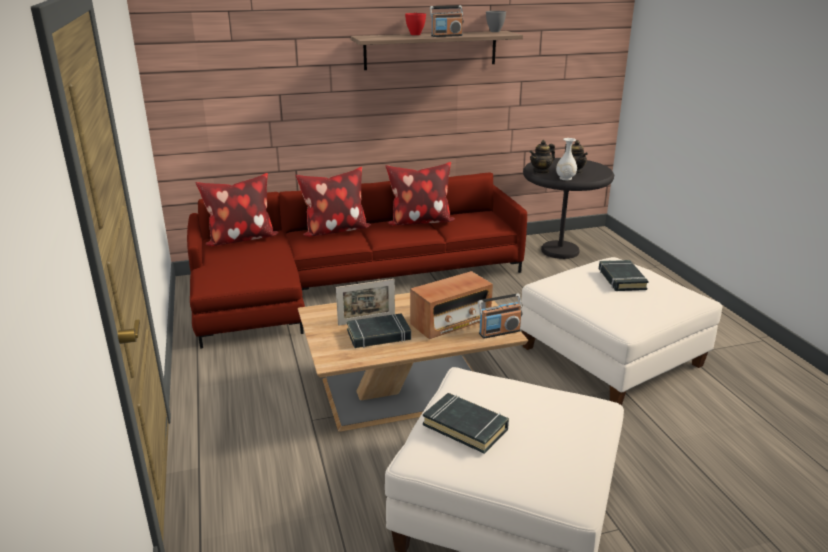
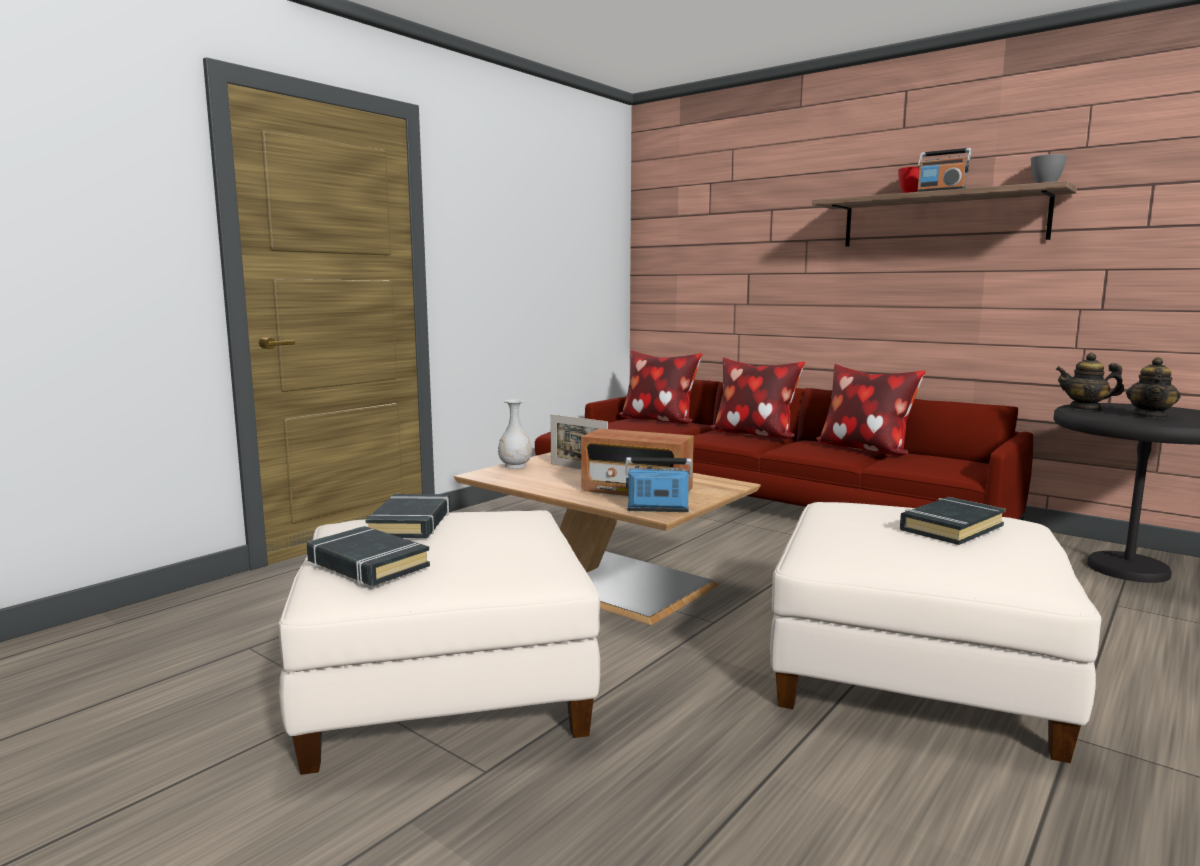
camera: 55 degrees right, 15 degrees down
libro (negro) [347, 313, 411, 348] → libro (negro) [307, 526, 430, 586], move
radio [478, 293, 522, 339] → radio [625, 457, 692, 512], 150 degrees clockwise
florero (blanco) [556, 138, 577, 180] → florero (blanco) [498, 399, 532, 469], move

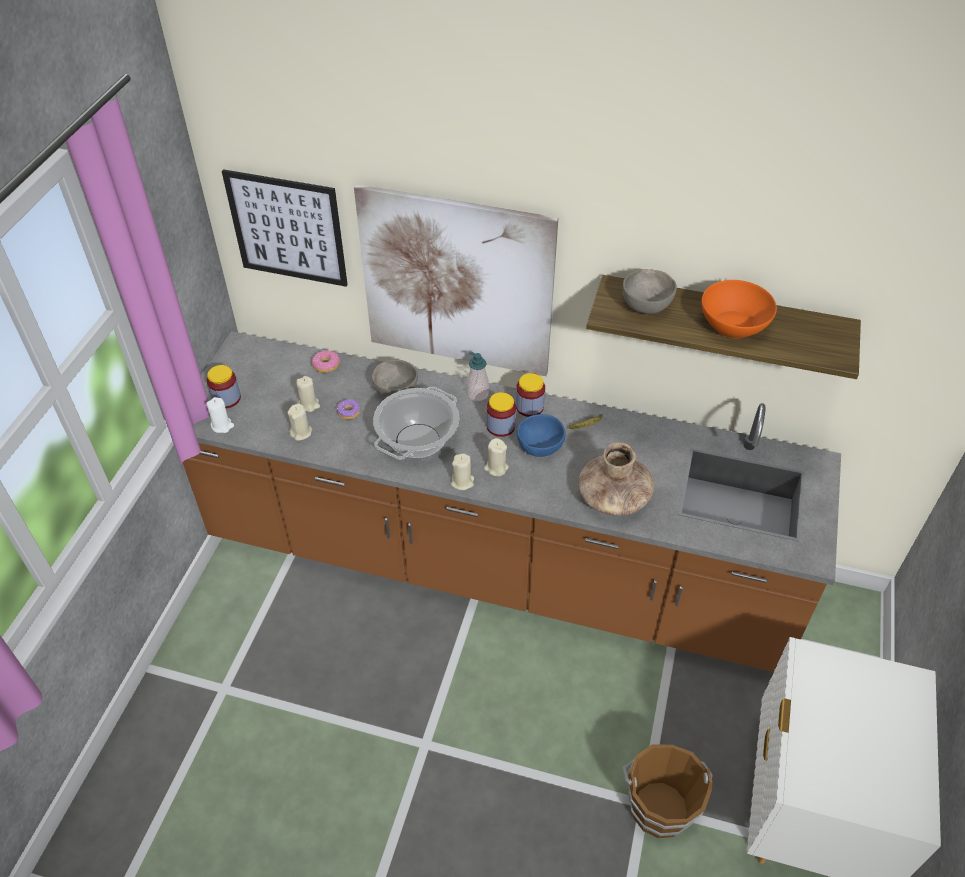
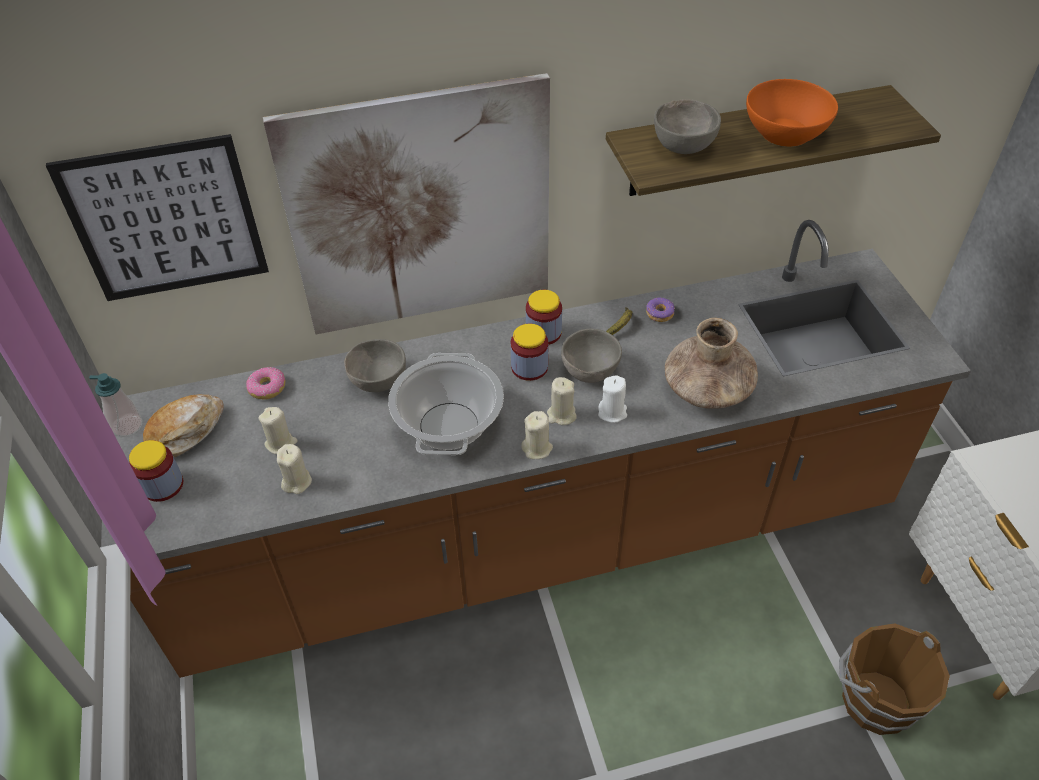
camera: 30 degrees left, 0 degrees up
vela (blanco) [206, 397, 234, 433] → vela (blanco) [598, 375, 627, 423], move
rosquilla [337, 399, 360, 419] → rosquilla [646, 298, 675, 322], move
dispensador de jabón [467, 351, 489, 401] → dispensador de jabón [89, 373, 142, 437], move
cuenco (azul) [517, 414, 566, 457] → cuenco (gris) [561, 329, 622, 383]
- → pan [143, 394, 224, 457]

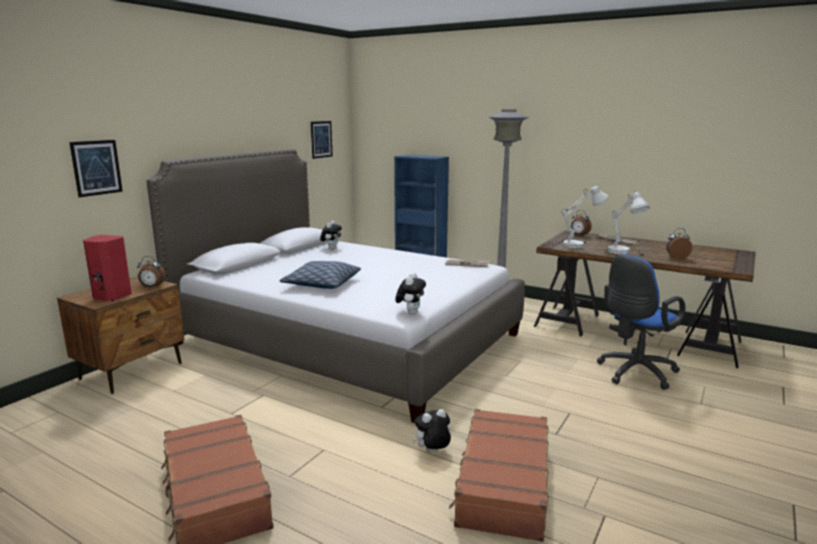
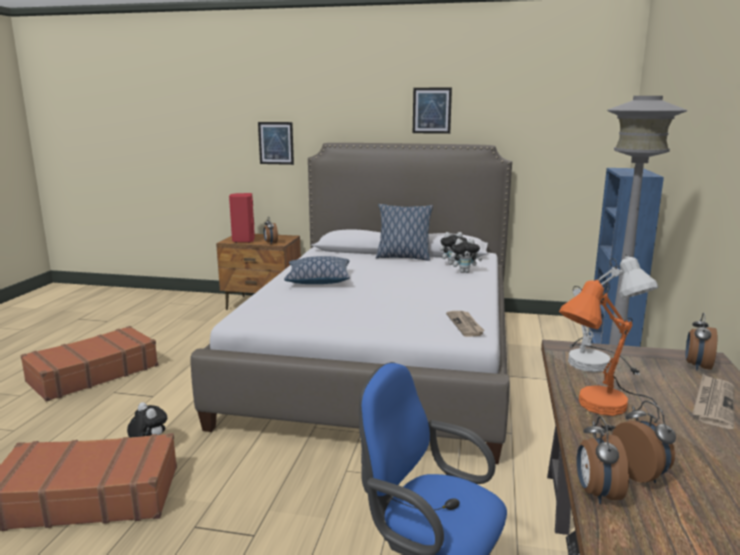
camera: 70 degrees right, 0 degrees up
cuadro [311, 121, 333, 159] → cuadro [413, 88, 452, 134], move
peluche [395, 273, 426, 315] → peluche [451, 238, 482, 273], move
lámpara de mesa (blanco) [608, 191, 650, 256] → lámpara de mesa (naranja) [559, 277, 660, 431]
- → cojín [376, 204, 433, 261]
- → despertador [577, 416, 629, 504]

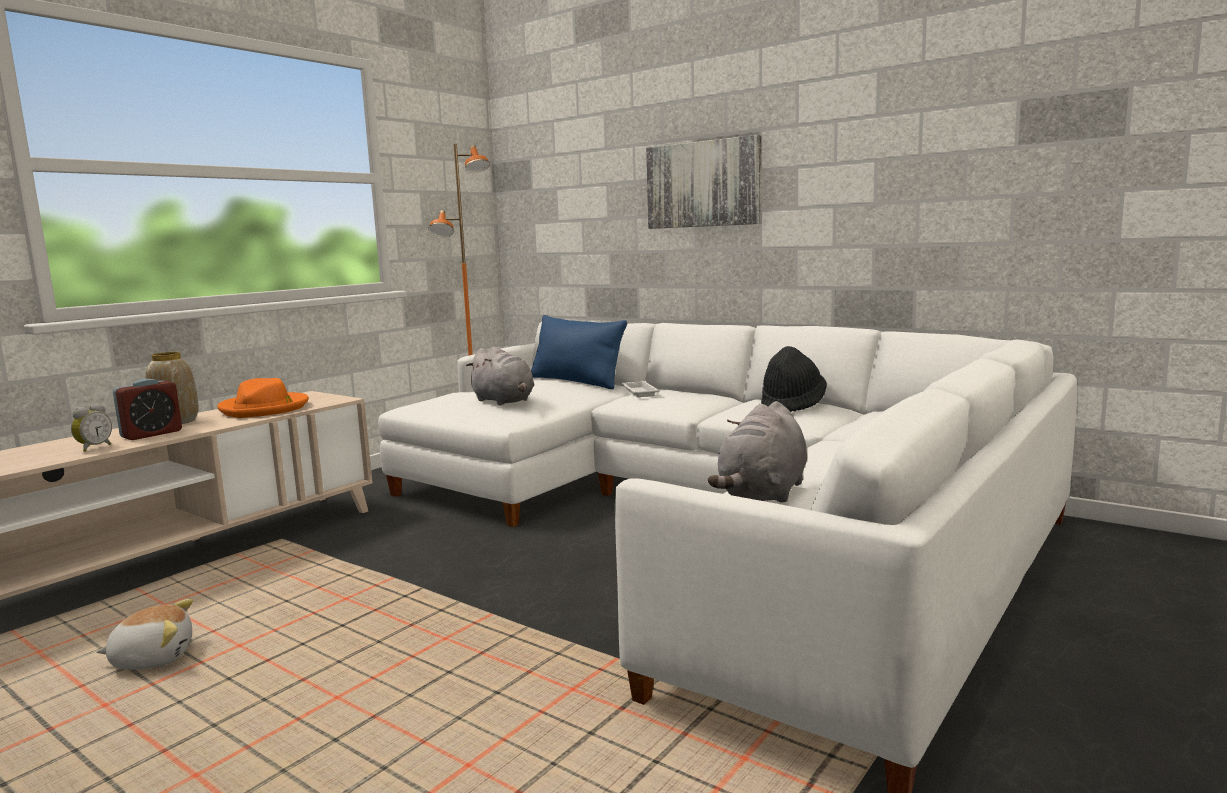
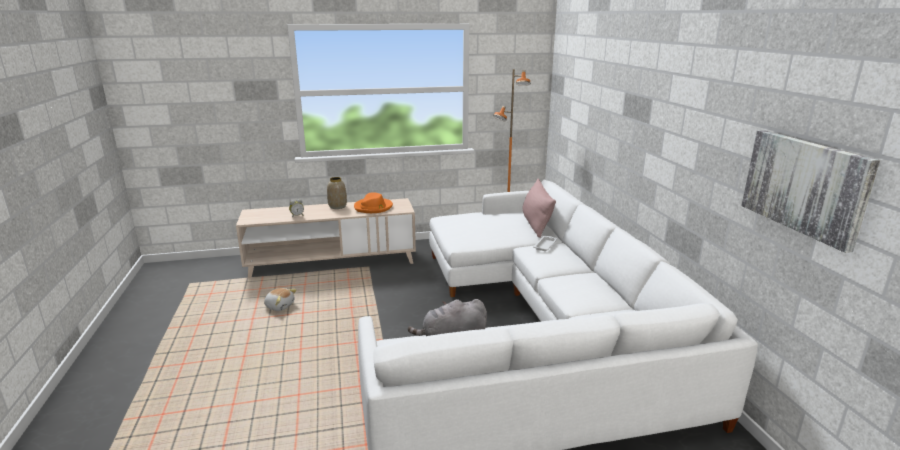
camera: 40 degrees right, 10 degrees up
despertador [113, 379, 182, 440] → -
peluche (gris) [466, 347, 534, 405] → -
cojín (azul) [531, 315, 627, 389] → cojín (rosa) [523, 179, 556, 238]
cuadro [646, 135, 762, 229] → cuadro [741, 130, 880, 253], move
sombrero (negro) [761, 346, 827, 412] → -

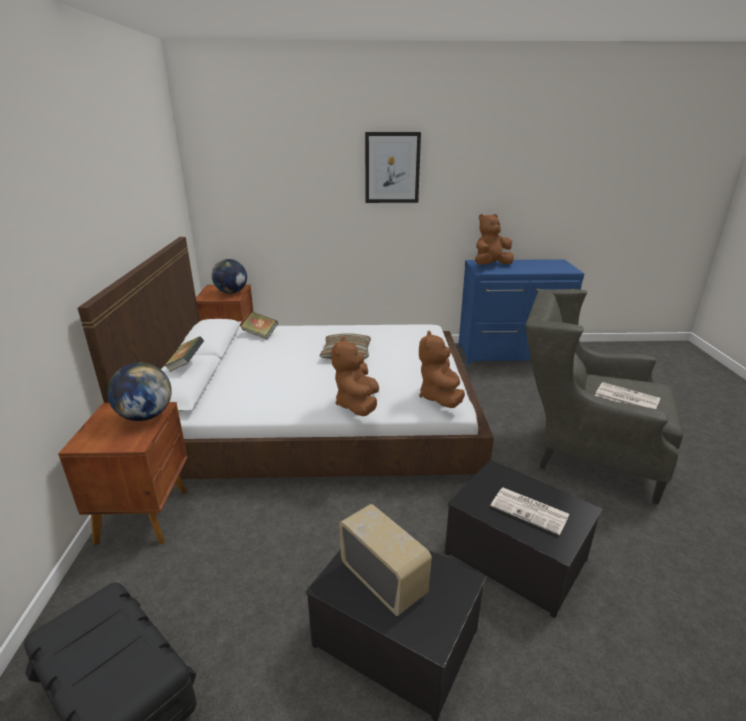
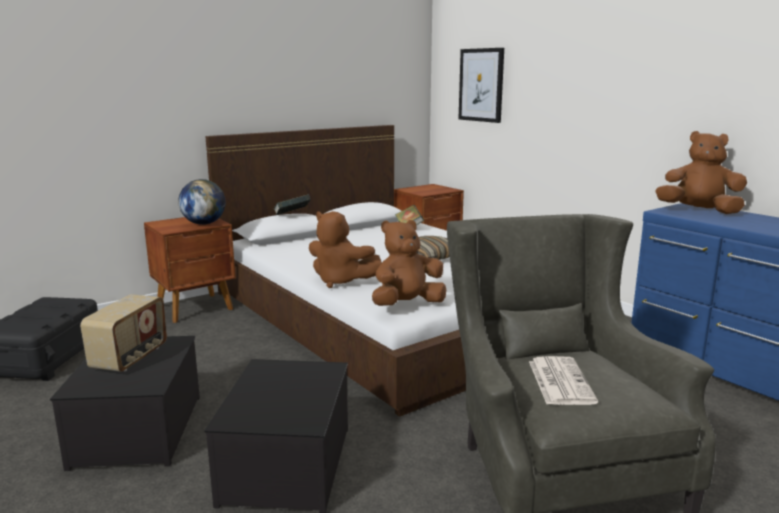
camera: 55 degrees right, 10 degrees down
globo terráqueo [212, 259, 247, 294] → -
peluche (marrón) [331, 336, 379, 416] → peluche (marrón) [309, 211, 382, 288], 120 degrees counterclockwise
cuadro [365, 132, 421, 203] → cuadro [459, 48, 504, 123], move
periódico [490, 487, 570, 535] → -

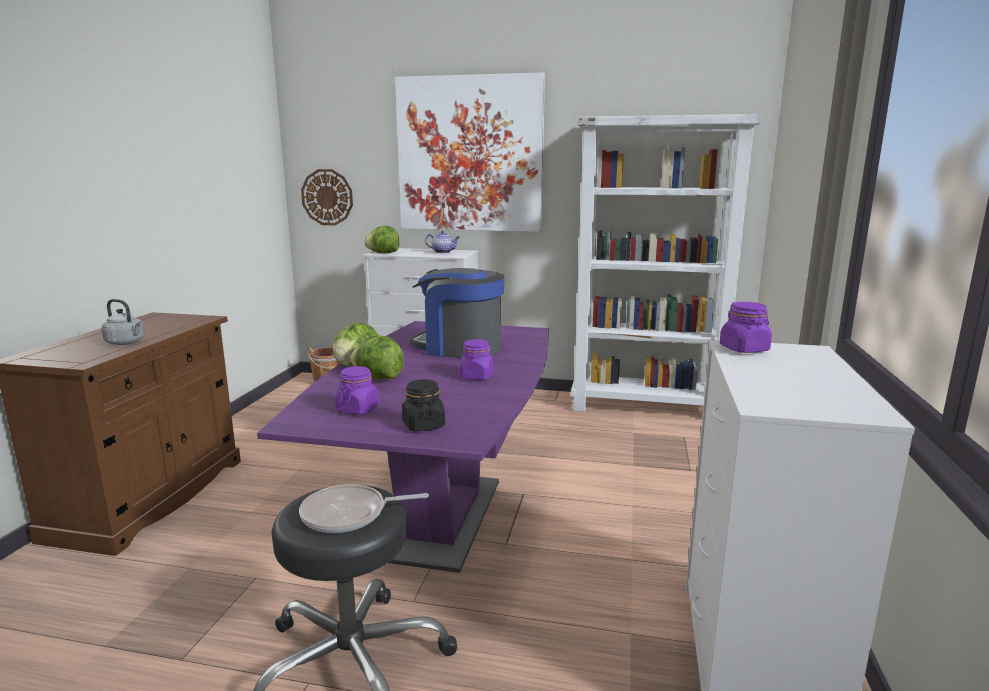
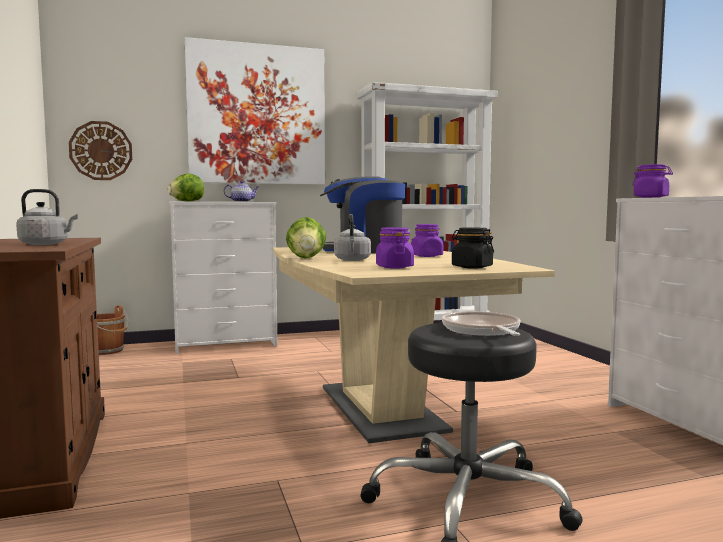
camera: 30 degrees left, 10 degrees down
mesa de comedor (morado) [257, 321, 549, 573] → mesa de comedor (beis) [273, 247, 555, 443]
sartén [299, 484, 429, 533] → sartén [442, 311, 520, 336], 120 degrees clockwise
lechuga [350, 336, 404, 379] → hervidor (gris) [334, 214, 371, 261]

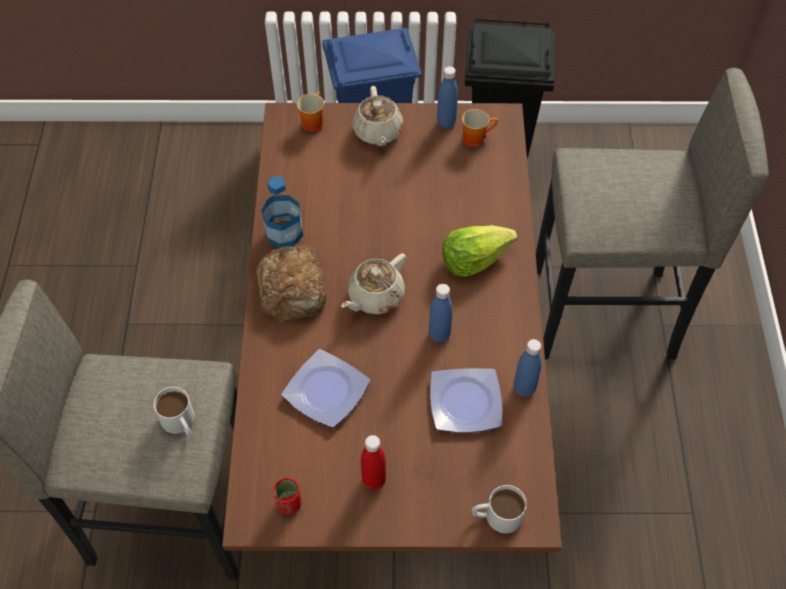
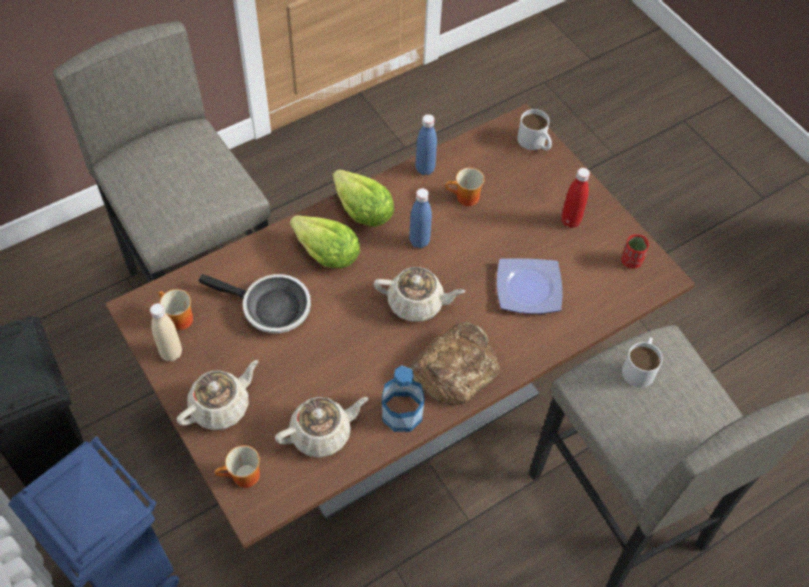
camera: 125 degrees left, 0 degrees up
plato [430, 368, 502, 433] → taza grande [445, 168, 485, 206]
botella (azul) [437, 66, 458, 128] → botella (beis) [150, 303, 182, 361]
- → sartén [199, 274, 311, 333]
- → tetera (beis) [275, 397, 368, 458]
- → lechuga [333, 170, 394, 227]

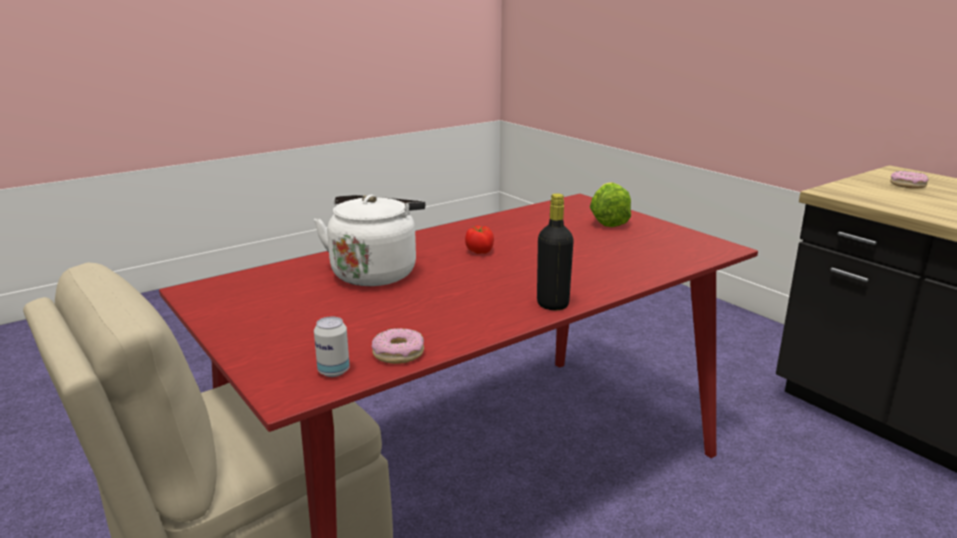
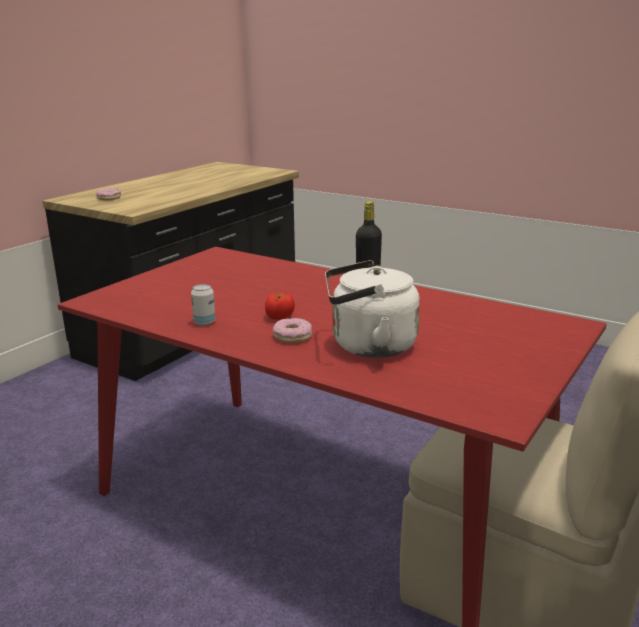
camera: 110 degrees left, 0 degrees up
lata [314, 316, 350, 377] → lata [191, 284, 216, 326], move
rosquilla [372, 328, 424, 364] → rosquilla [273, 318, 312, 343], move
lechuga [590, 182, 631, 227] → -

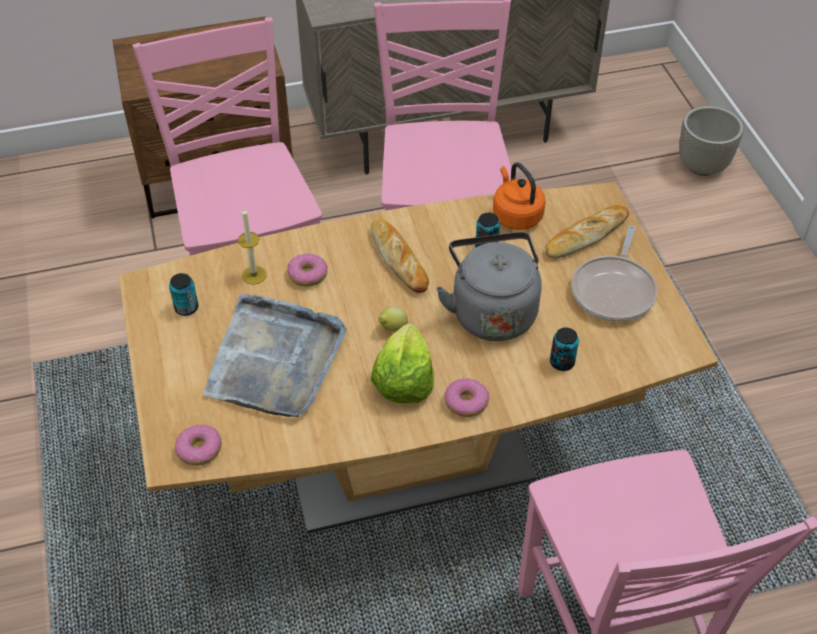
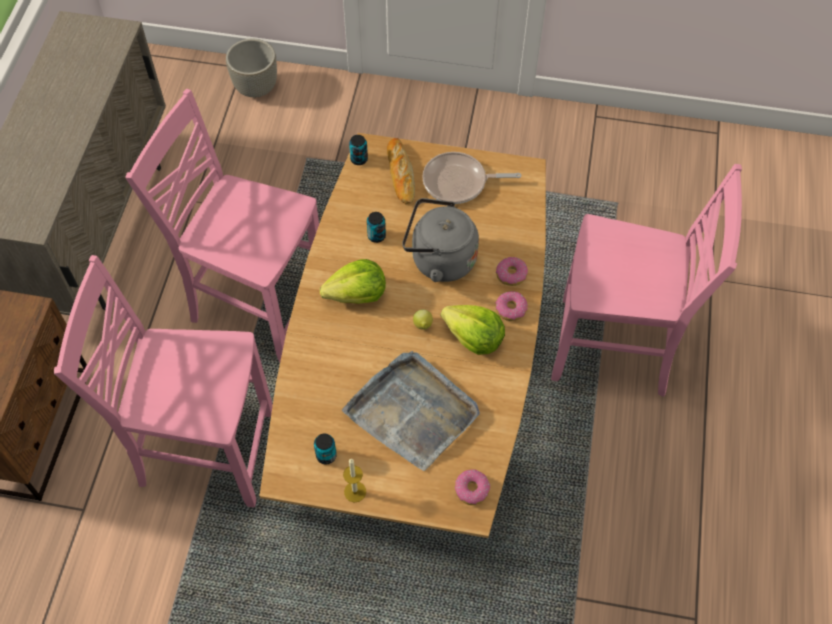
camera: 65 degrees left, 10 degrees up
vela [238, 208, 267, 285] → vela [343, 459, 366, 502], move
rosquilla [287, 254, 328, 287] → rosquilla [496, 257, 528, 286], move
pan [371, 220, 429, 293] → lechuga [320, 259, 386, 304]
hervidor (naranja) [493, 163, 546, 230] → -
lata [550, 327, 579, 371] → lata [349, 135, 368, 165], move
sartén [571, 225, 658, 322] → sartén [422, 152, 521, 204], 135 degrees clockwise

